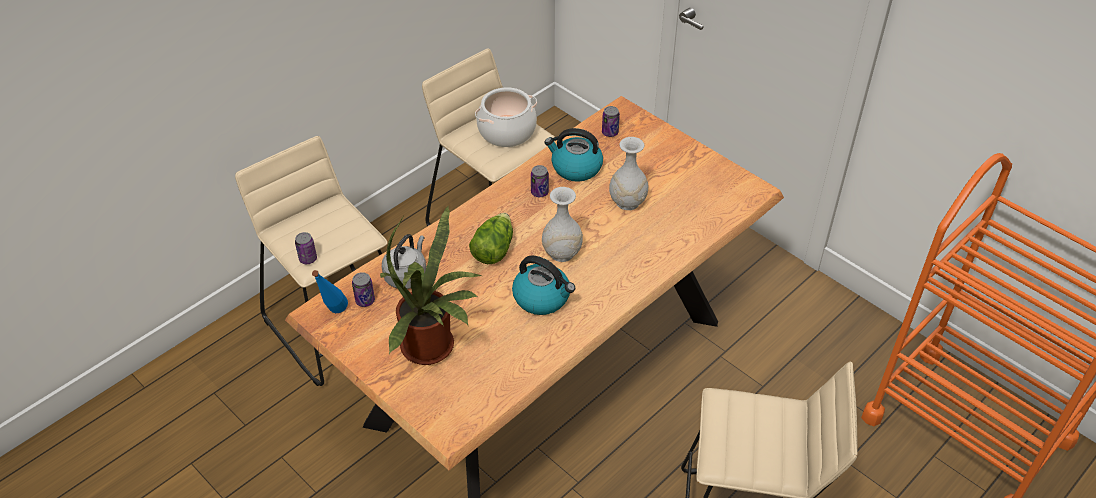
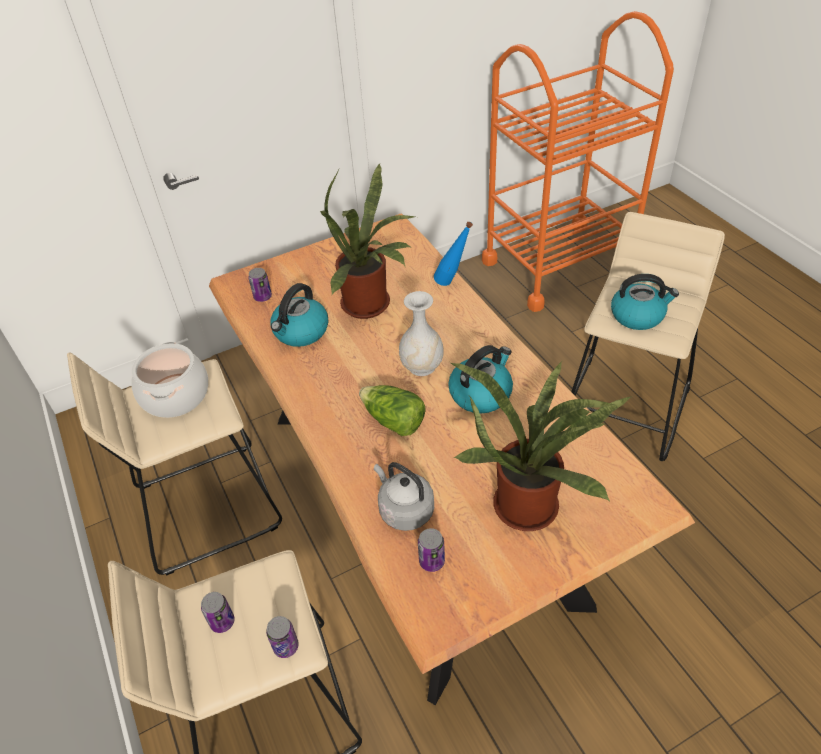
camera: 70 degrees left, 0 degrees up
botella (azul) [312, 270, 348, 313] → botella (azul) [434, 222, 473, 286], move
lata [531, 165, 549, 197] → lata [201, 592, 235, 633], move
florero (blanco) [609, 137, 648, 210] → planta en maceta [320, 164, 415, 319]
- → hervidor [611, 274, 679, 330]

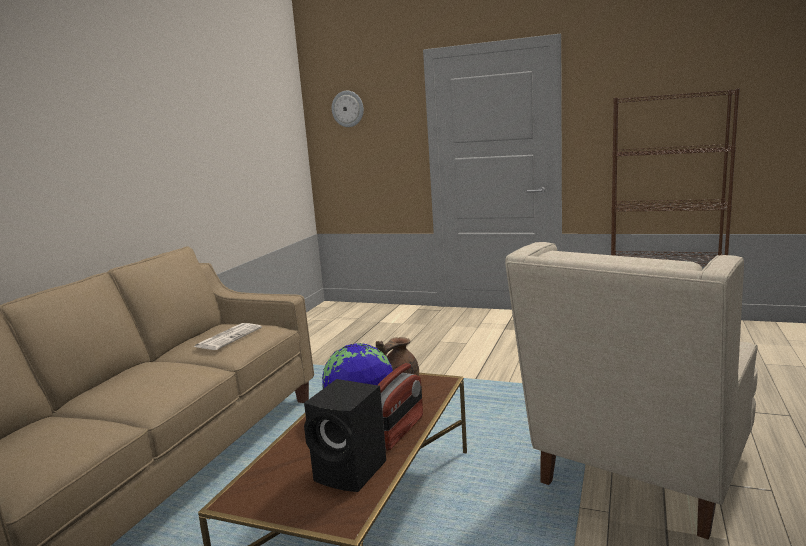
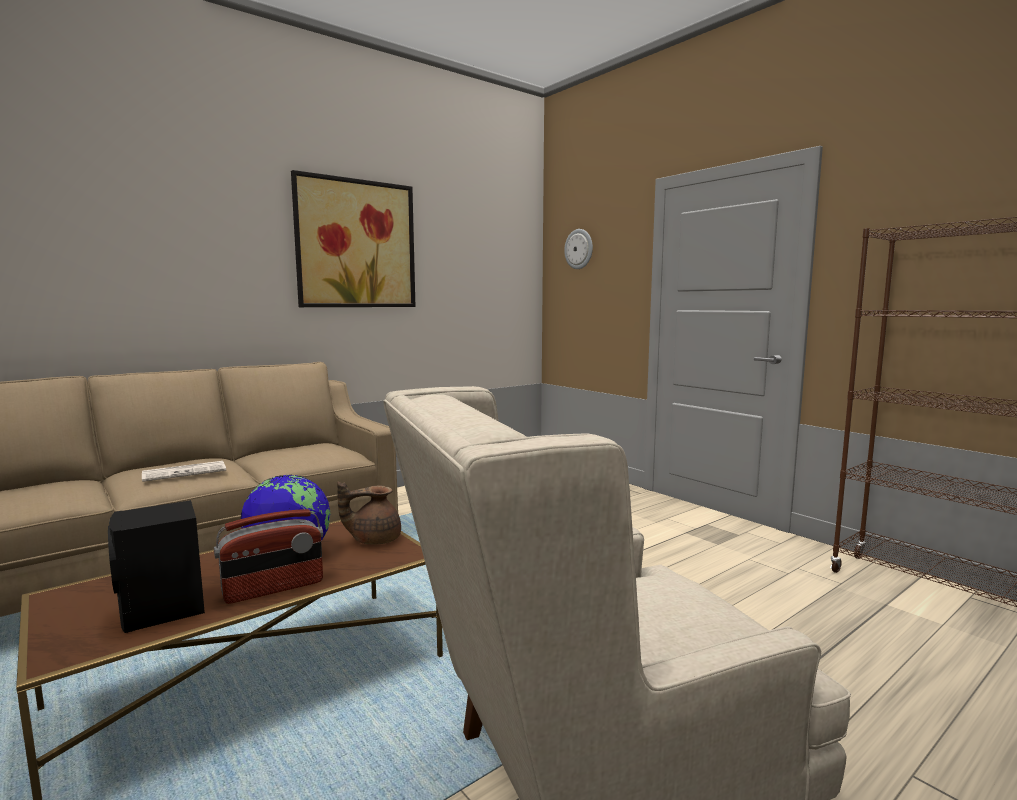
camera: 30 degrees right, 5 degrees down
periódico [194, 323, 262, 350] → periódico [142, 461, 226, 482], move
- → cuadro [291, 170, 415, 307]

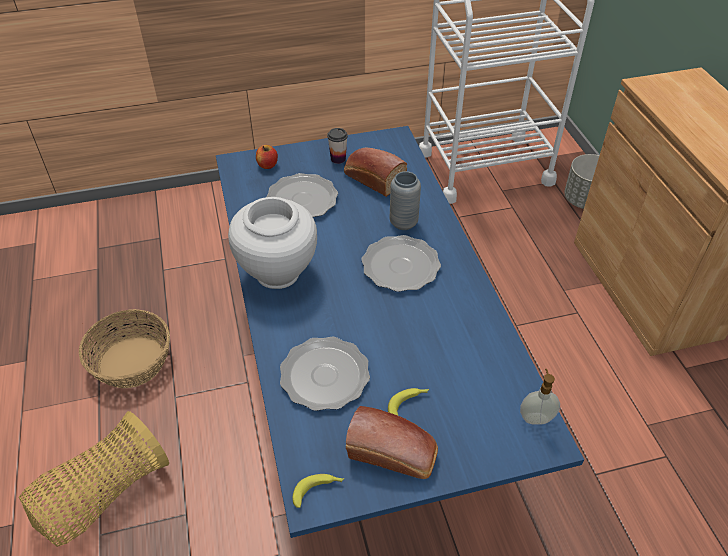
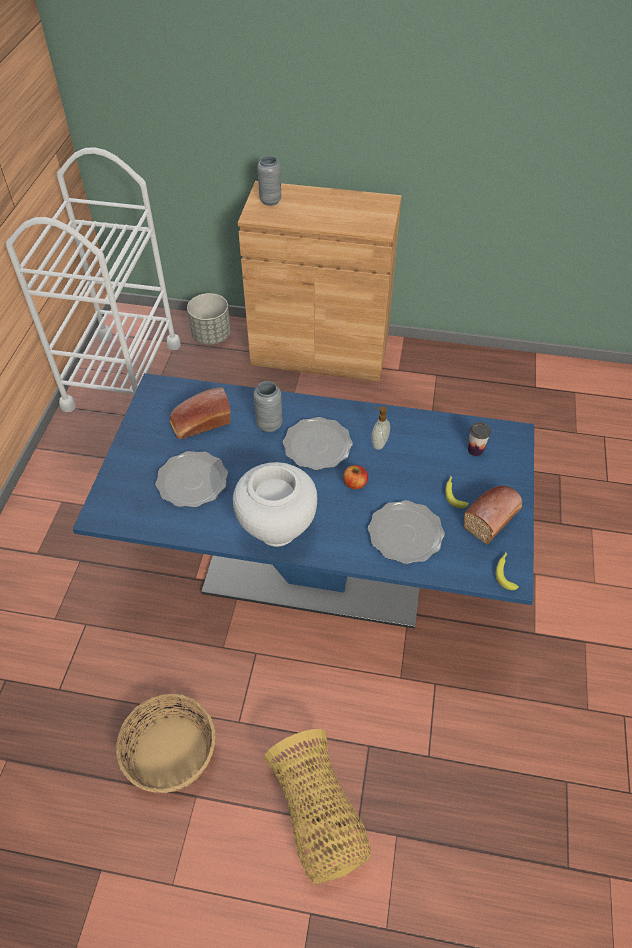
camera: 65 degrees left, 5 degrees up
manzana [256, 145, 278, 169] → manzana [343, 465, 368, 489], move
taza [327, 128, 348, 164] → taza [468, 422, 491, 456], move
dispensador de jabón [520, 369, 560, 425] → dispensador de jabón [372, 406, 390, 450], move
- → florero (gris) [257, 156, 281, 206]

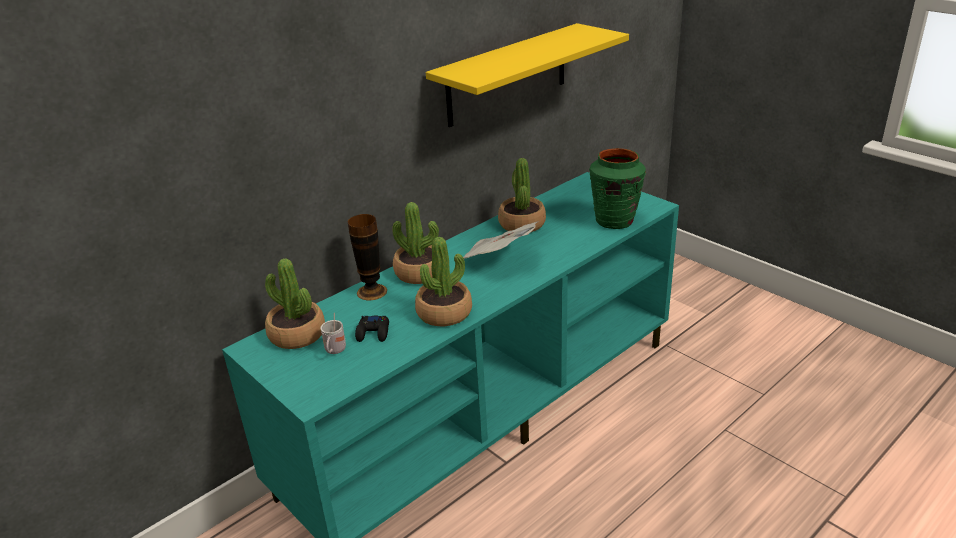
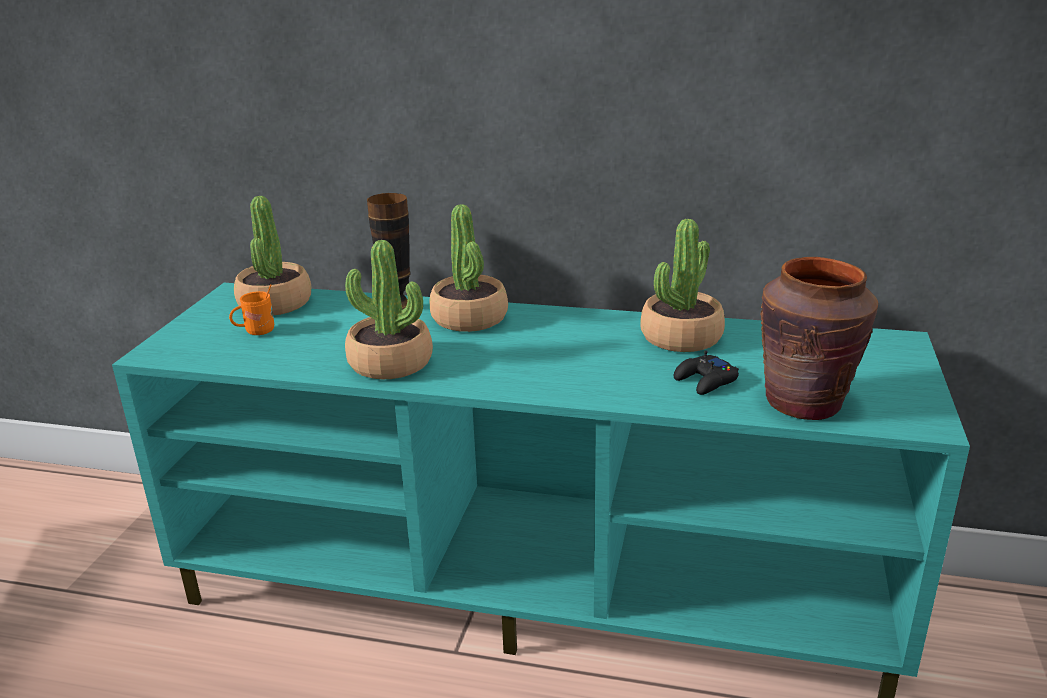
camera: 55 degrees right, 5 degrees down
taza grande (blanco) [321, 313, 346, 354] → taza grande (naranja) [229, 284, 274, 335]
mando de consola (negro) [355, 315, 389, 342] → mando de consola (negro) [674, 350, 739, 395], move
estante (amarillo) [426, 23, 629, 127] → -
periódico [463, 221, 539, 259] → -
florero (verde) [589, 148, 646, 229] → florero (marrón) [761, 257, 878, 420]

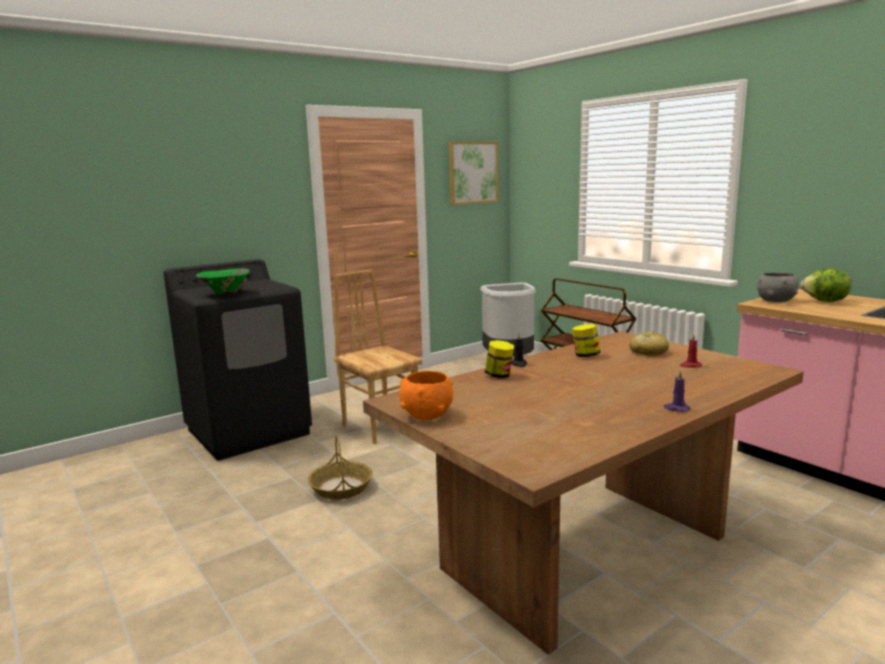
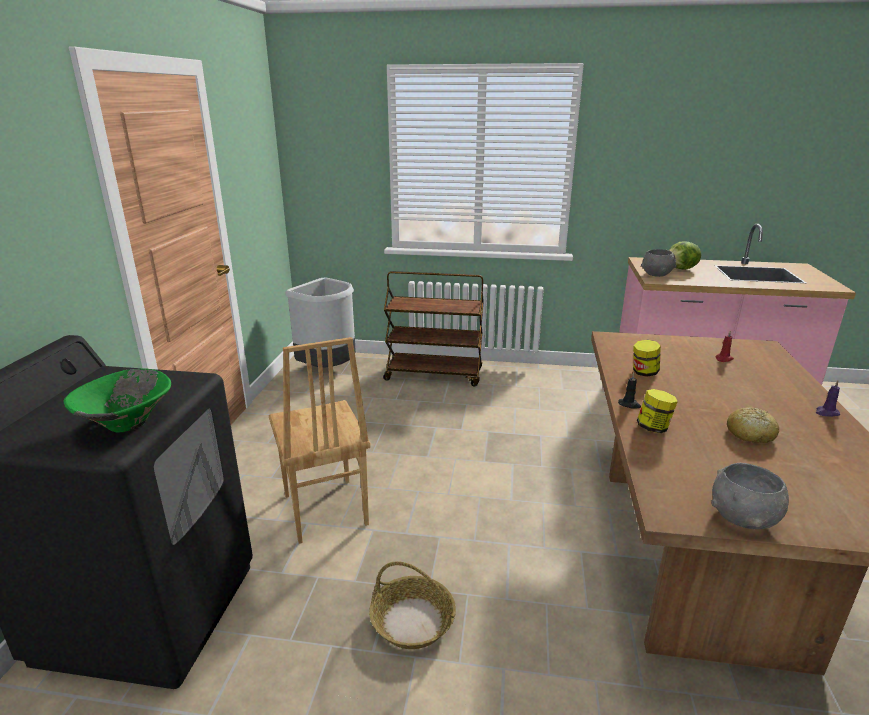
camera: 45 degrees left, 10 degrees up
silla (marrón) [334, 270, 422, 444] → silla (marrón) [269, 337, 371, 544], 120 degrees counterclockwise
cuenco (naranja) [399, 371, 453, 420] → cuenco (gris) [711, 463, 789, 529]
cuadro [449, 142, 498, 205] → -
pan [629, 331, 669, 356] → pan [727, 407, 779, 443], move

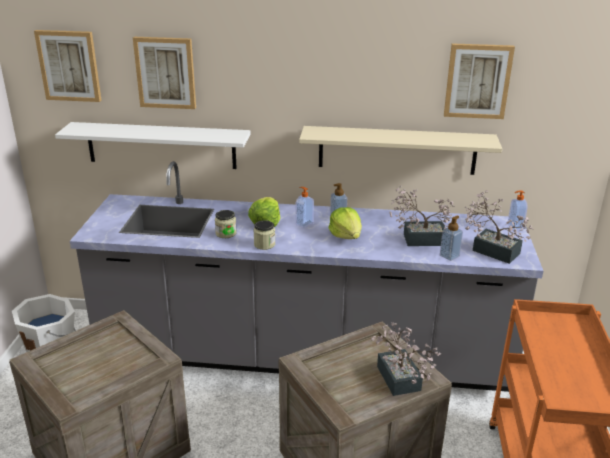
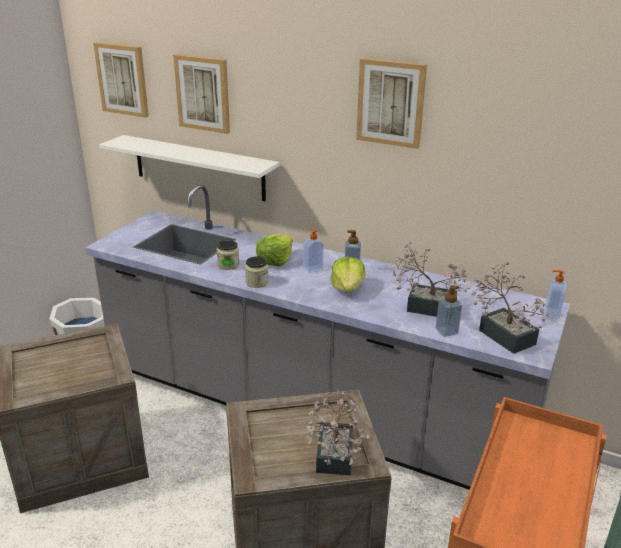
camera: 20 degrees right, 0 degrees up
estante (beis) [299, 126, 502, 175] → -
cuadro [444, 43, 515, 119] → cuadro [356, 58, 427, 149], move

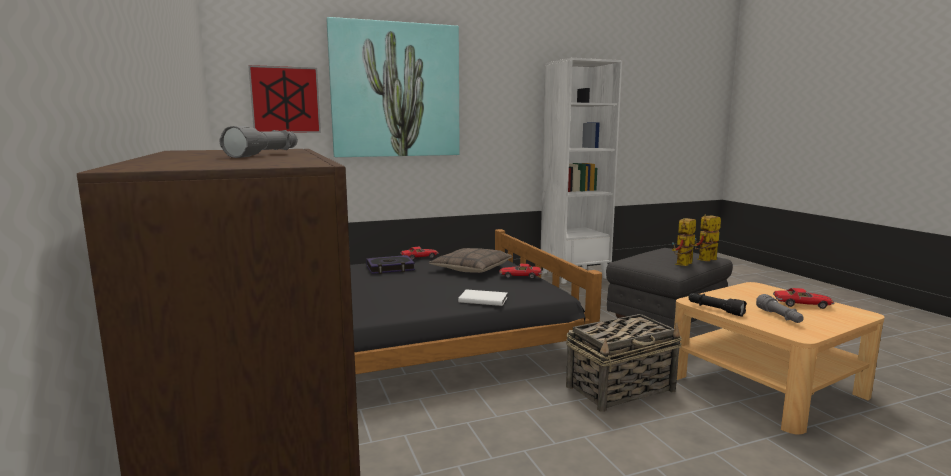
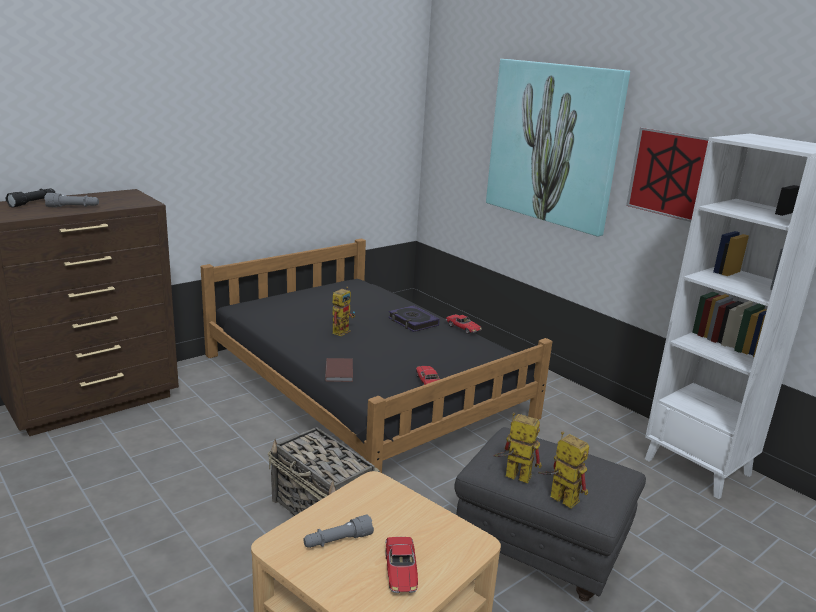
camera: 70 degrees right, 10 degrees up
cuadro [248, 65, 321, 133] → cuadro [626, 128, 709, 222], move
cojín [429, 248, 512, 273] → -
libro (blanco) [458, 289, 508, 306] → libro (marrón) [325, 358, 353, 382]
linterna (negro) [689, 293, 747, 317] → linterna (negro) [6, 188, 55, 208], move
- → robot de juguete [332, 287, 355, 336]

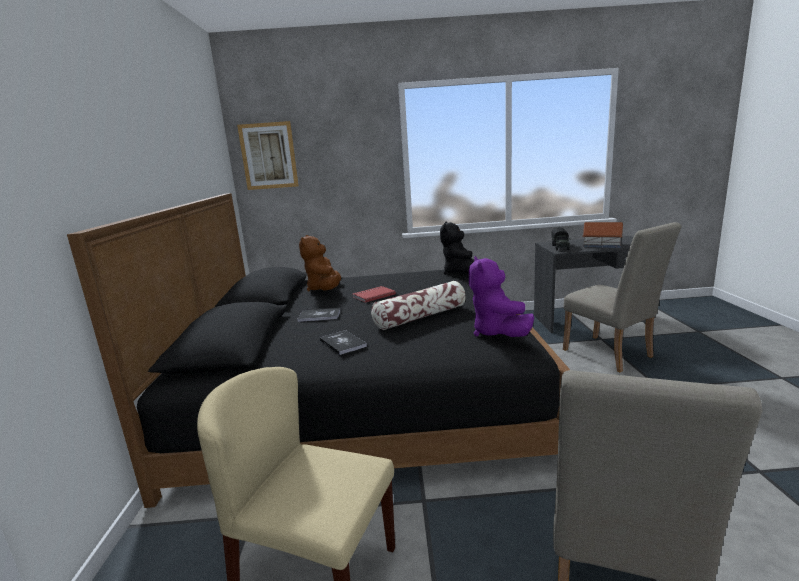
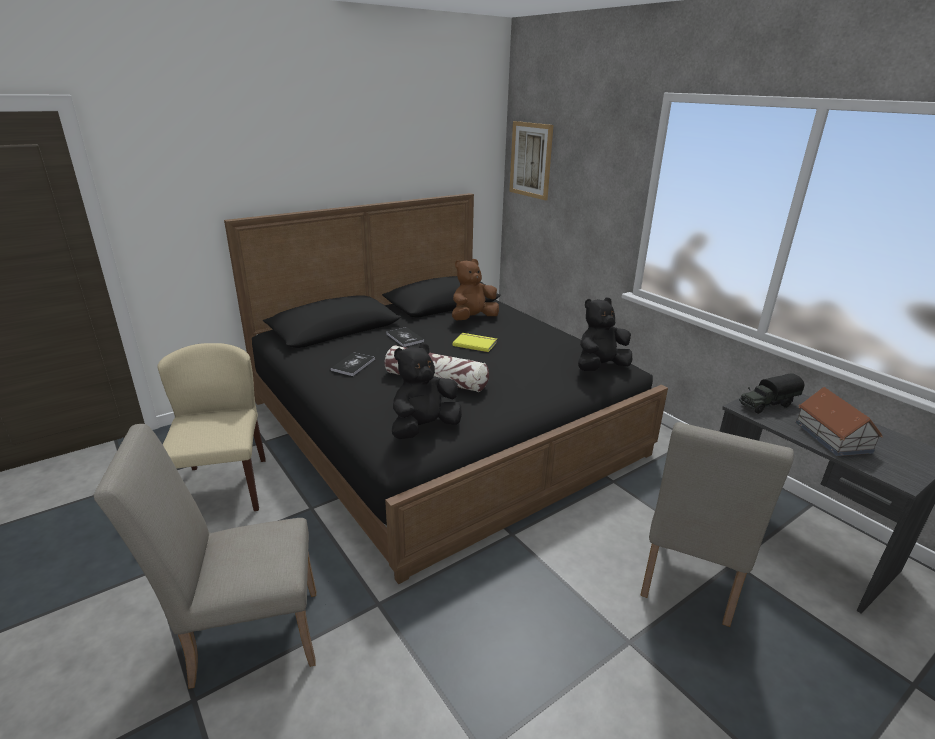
camera: 55 degrees right, 10 degrees up
libro (rojo) [353, 286, 396, 303] → libro (amarillo) [453, 333, 497, 352]
peluche (morado) [469, 256, 534, 337] → peluche (negro) [392, 343, 462, 439]

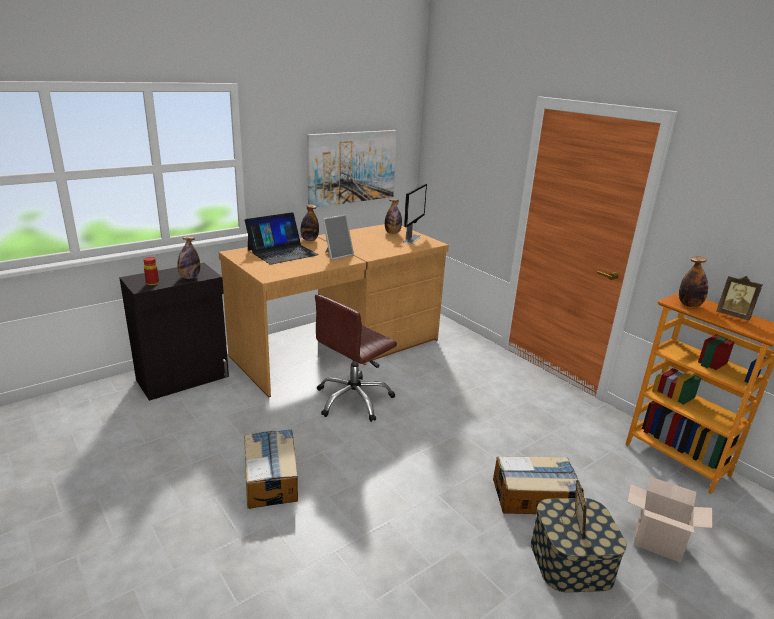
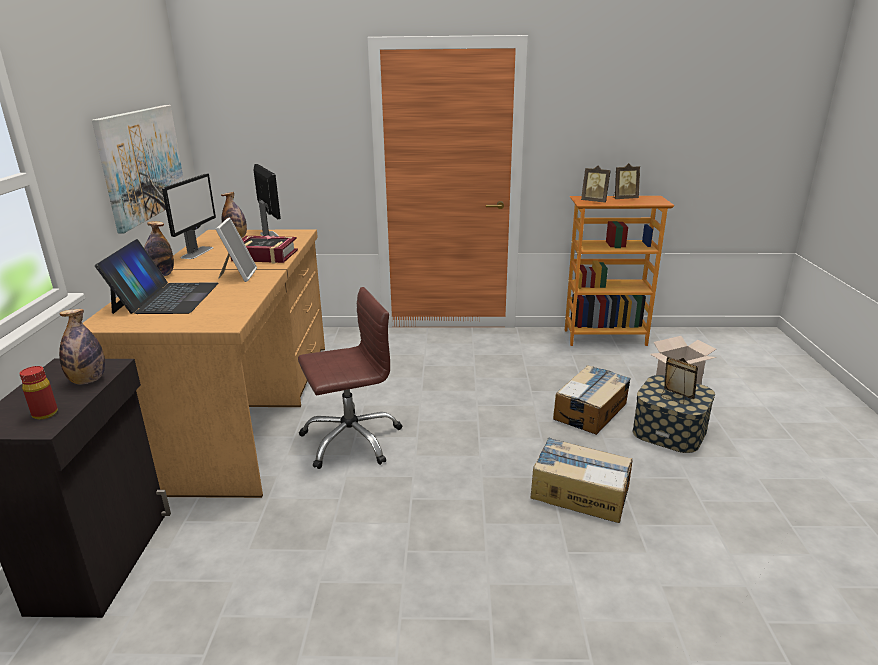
camera: 50 degrees left, 0 degrees up
caja de cartón [244, 429, 298, 509] → caja de cartón [531, 437, 633, 523], move
silla de oficina (marrón) [315, 294, 397, 422] → silla de oficina (marrón) [298, 287, 402, 469], 105 degrees counterclockwise
botella [679, 256, 708, 307] → portarretratos [581, 166, 611, 203]
- → monitor [162, 174, 216, 259]
- → libro [231, 235, 298, 263]

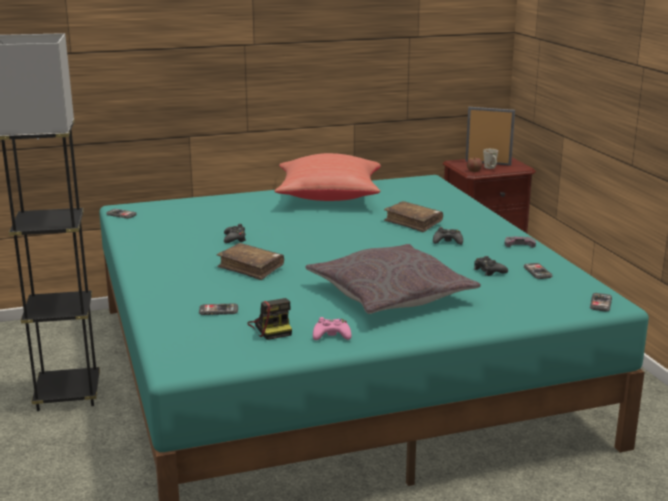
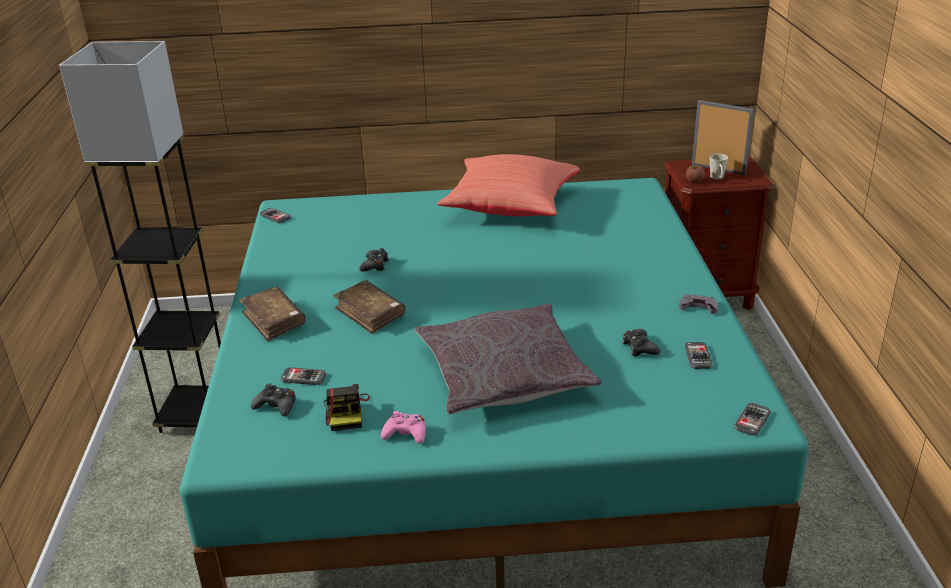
camera: 15 degrees right, 10 degrees up
libro (marrón) [384, 201, 443, 232] → libro (marrón) [239, 287, 306, 342], move
mando de consola (negro) [433, 227, 463, 245] → mando de consola (negro) [251, 384, 296, 417], move

